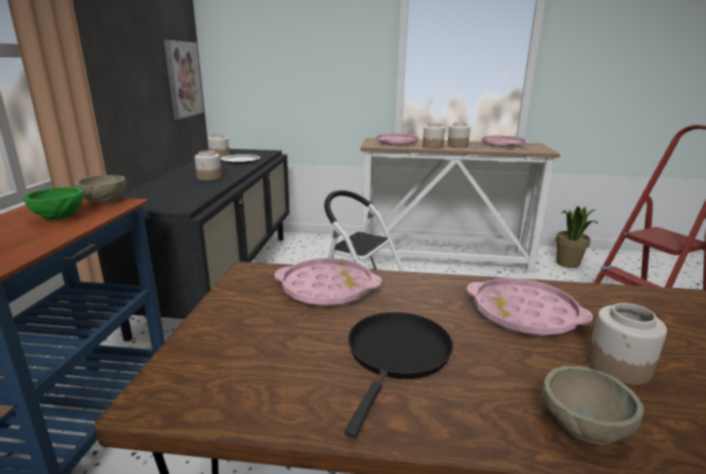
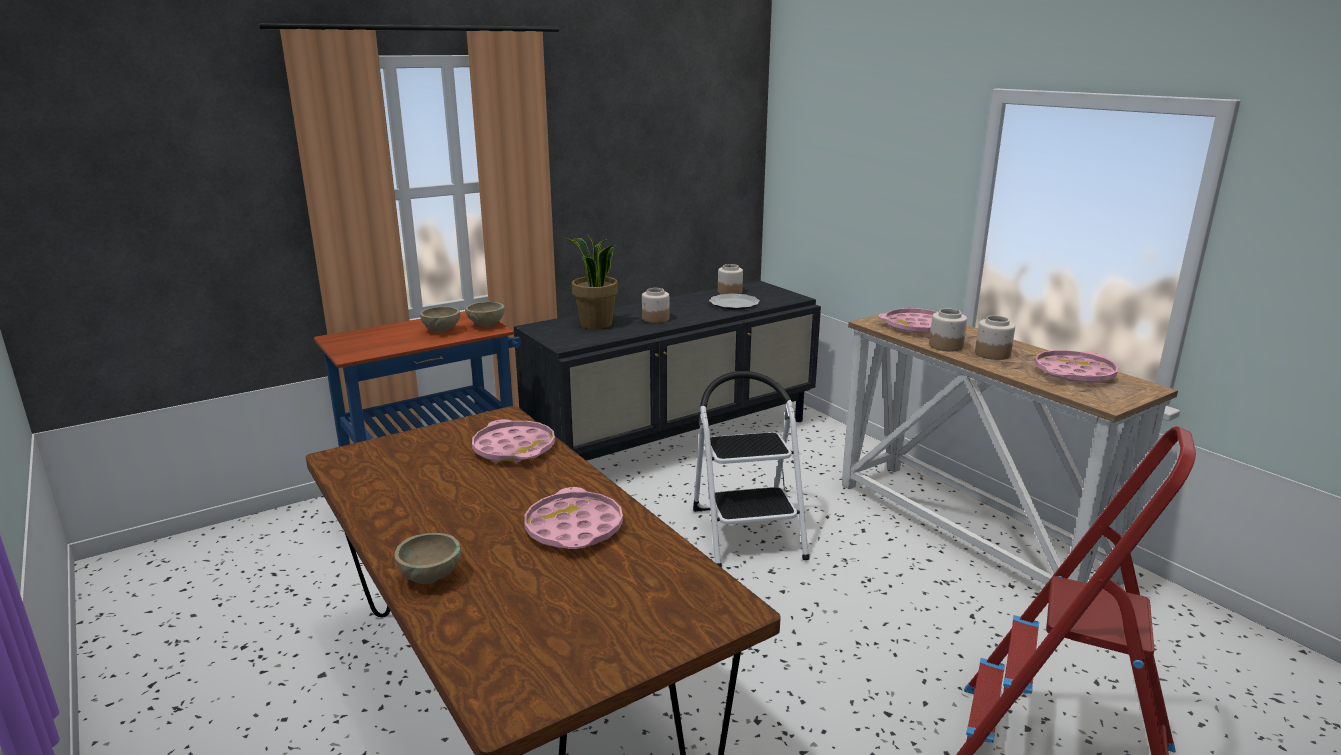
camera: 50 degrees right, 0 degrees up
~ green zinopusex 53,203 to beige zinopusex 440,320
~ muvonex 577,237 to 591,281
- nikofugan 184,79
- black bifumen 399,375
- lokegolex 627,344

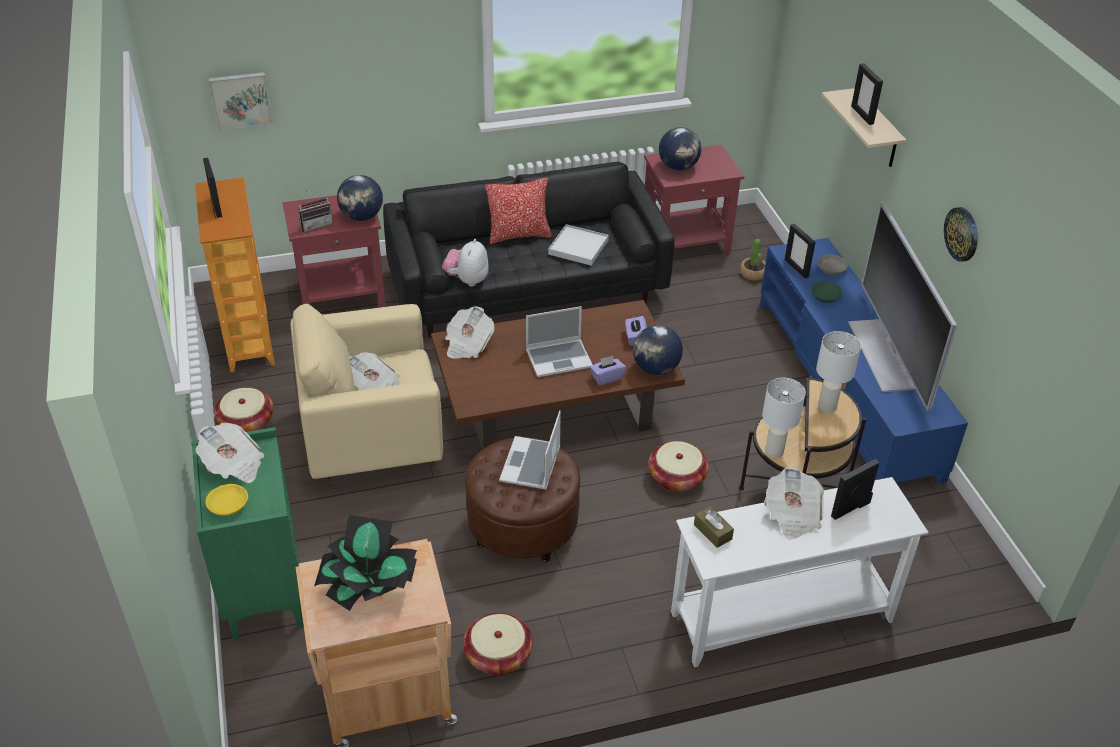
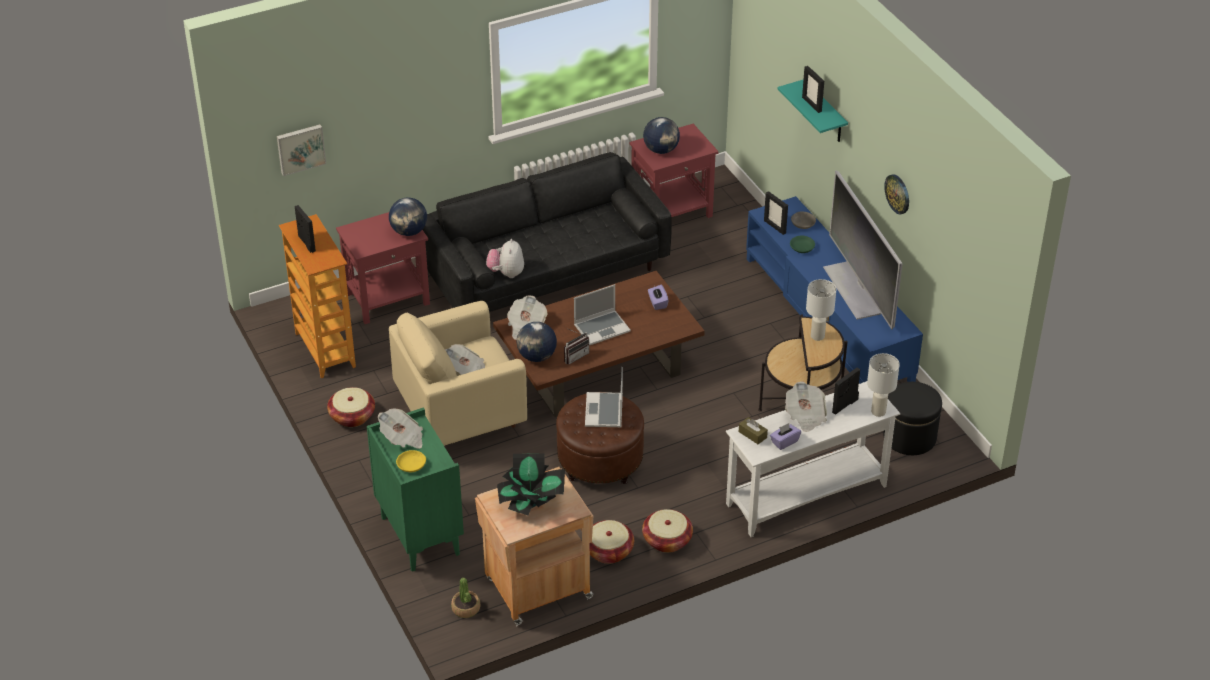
camera: 10 degrees left, 0 degrees up
~ muvonex 753,260 to 466,598
~ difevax 658,350 to 536,342
~ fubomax 315,211 to 576,346
~ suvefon 678,466 to 667,531
~ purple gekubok 608,370 to 785,436
~ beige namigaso 864,127 to turquoise namigaso 812,110
~ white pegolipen 784,418 to 883,385
+ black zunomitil 912,418
- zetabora 518,211
- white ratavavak 578,245

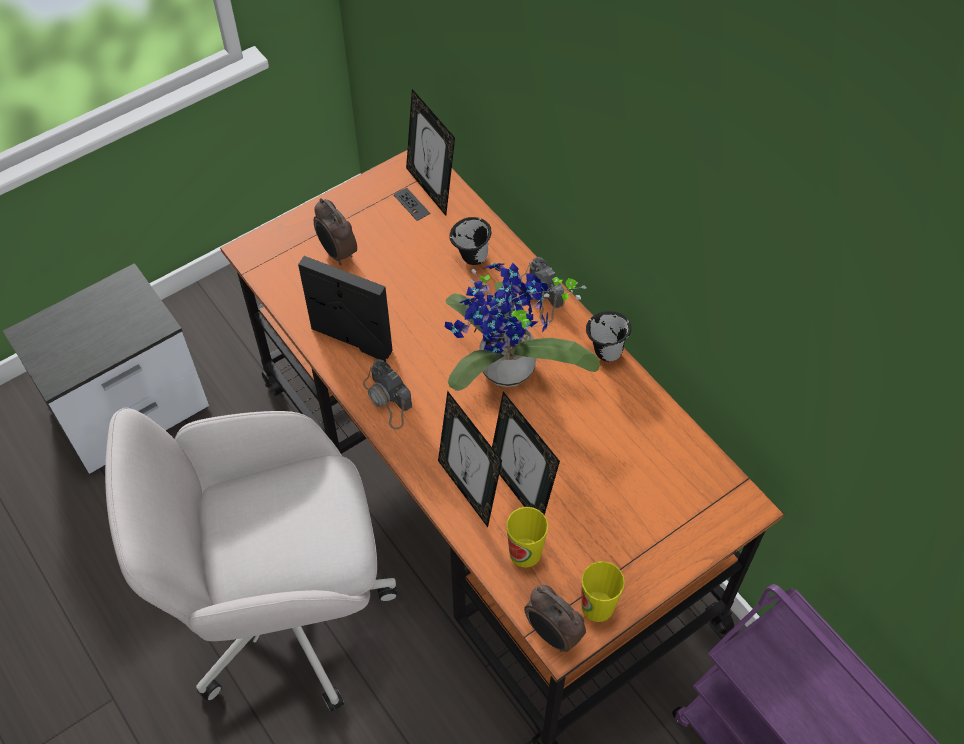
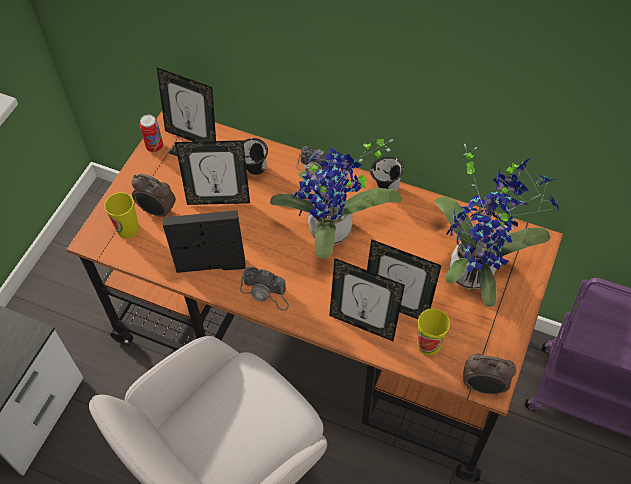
camera: 30 degrees left, 0 degrees up
~ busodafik 603,591 to 121,215
+ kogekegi 151,133
+ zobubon 212,172
+ muvonex 496,225

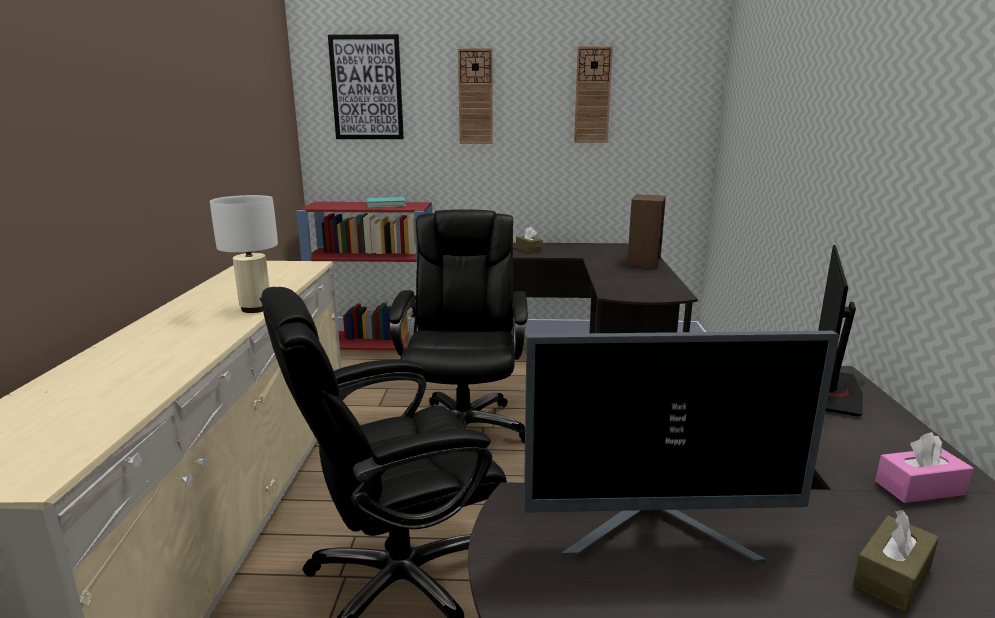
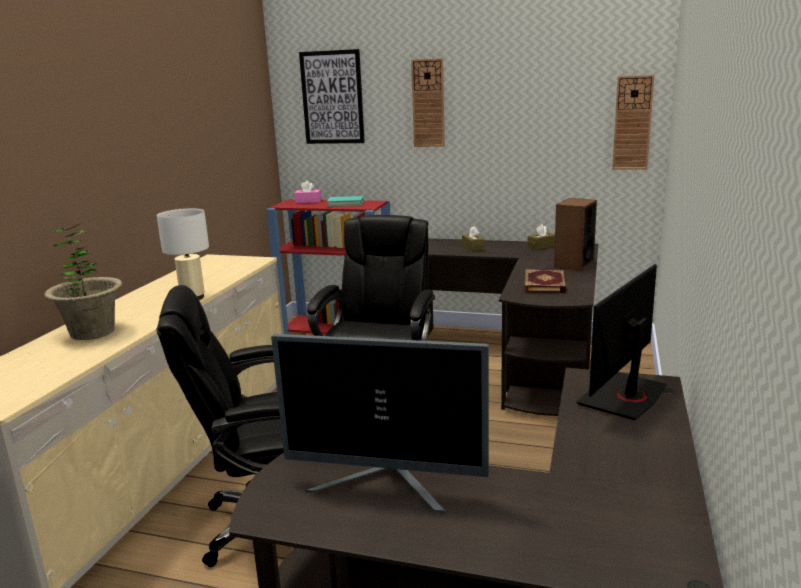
camera: 15 degrees right, 0 degrees up
+ muvonex 83,281
~ pink gekubok 924,467 to 307,192
+ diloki 546,281
~ brown gekubok 895,561 to 541,237
~ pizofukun 593,94 to 633,122

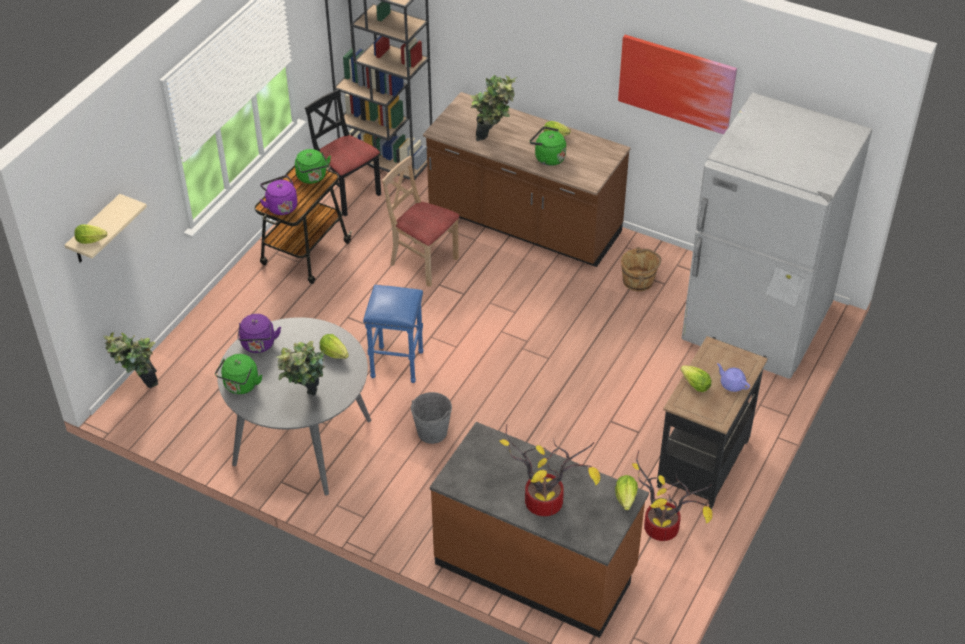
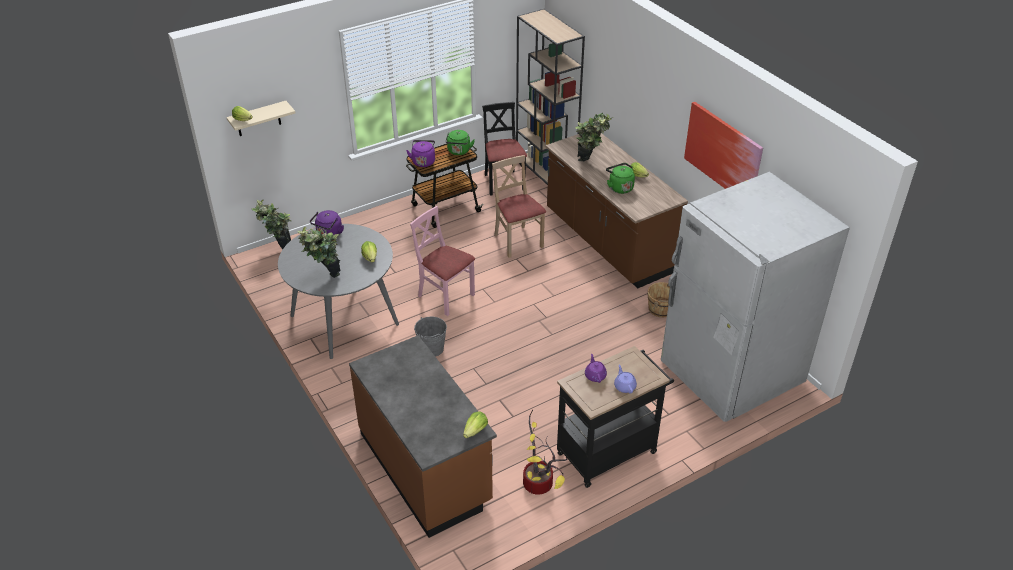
camera: 30 degrees right, 5 degrees down
~ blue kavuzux 393,334 to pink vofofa 442,261
~ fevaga 695,378 to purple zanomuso 596,368
- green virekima 238,374
- muvonex 549,470

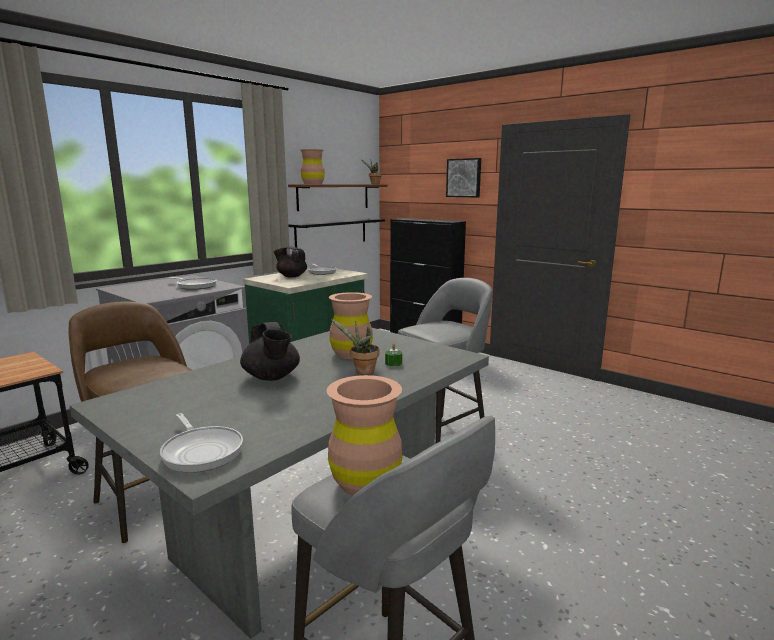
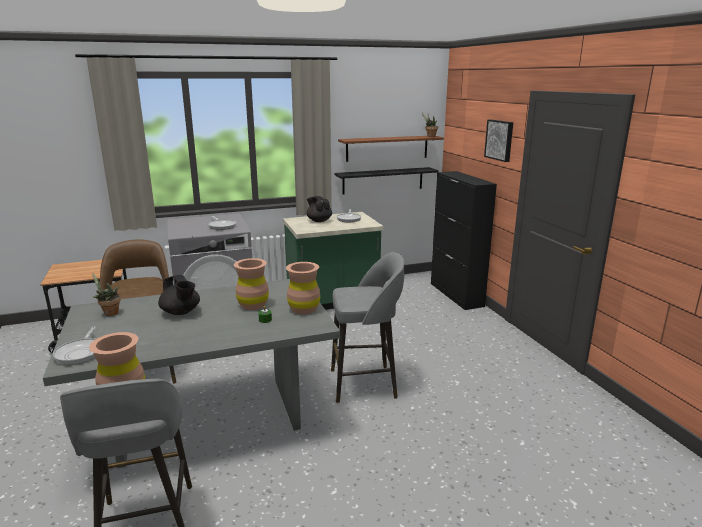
camera: 30 degrees right, 5 degrees up
~ muvonex 355,347 to 107,294
~ black zanomuso 270,351 = 179,295 45 degrees counterclockwise
~ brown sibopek 312,166 to 303,288

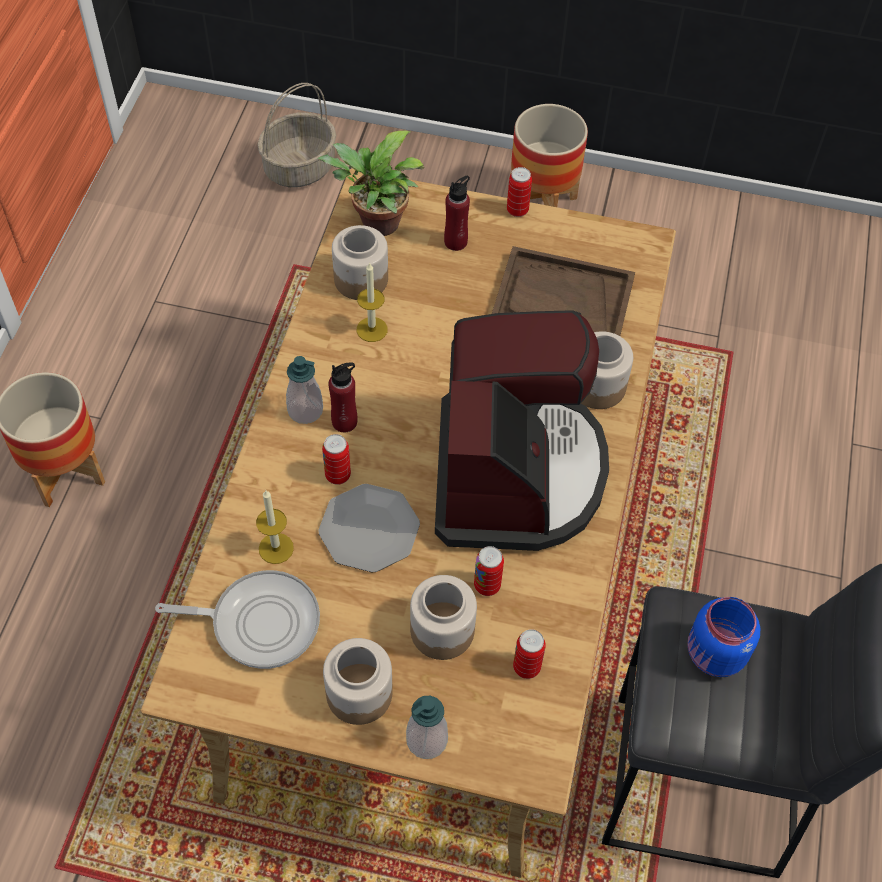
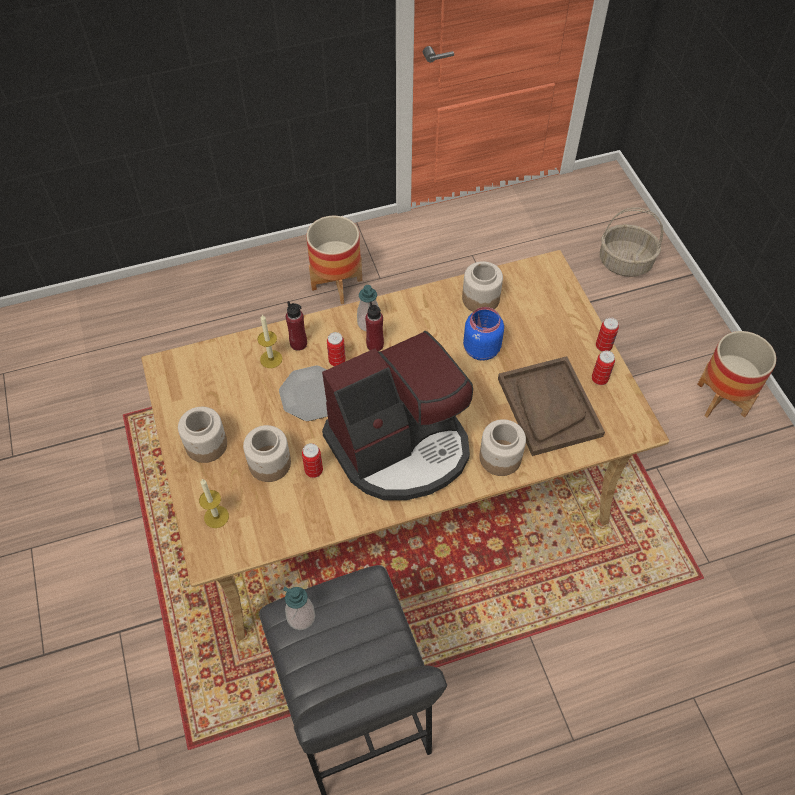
camera: 60 degrees right, 0 degrees up
~ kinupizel 372,302 to 214,503
~ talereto 427,727 to 299,608
~ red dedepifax 457,213 to 296,326
~ blue lokegolex 723,637 to 483,334
~ kogekegi 529,654 to 603,367
- bifumen 237,619
- muvonex 371,183

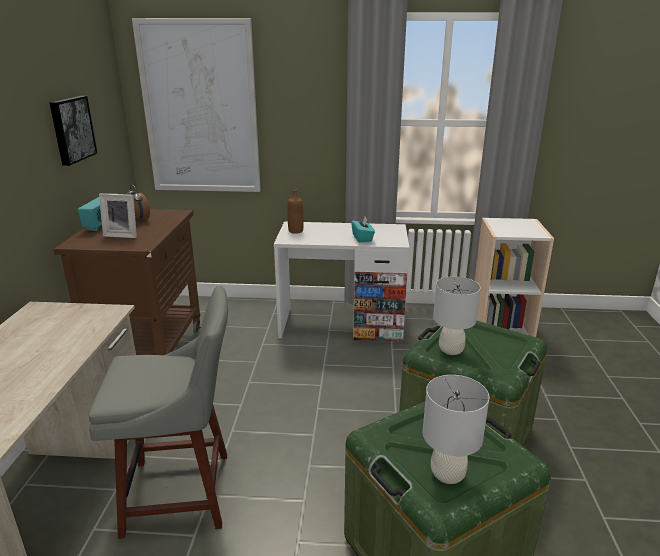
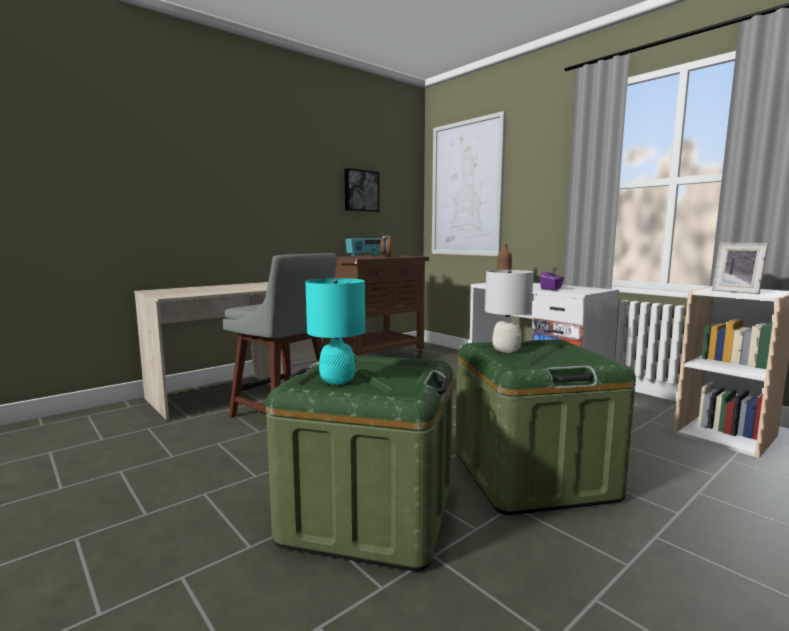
camera: 45 degrees right, 15 degrees down
~ grey pegolipen 456,429 to turquoise pegolipen 335,331
~ turquoise gekubok 363,229 to purple gekubok 552,278
~ zobubon 118,215 to 740,268

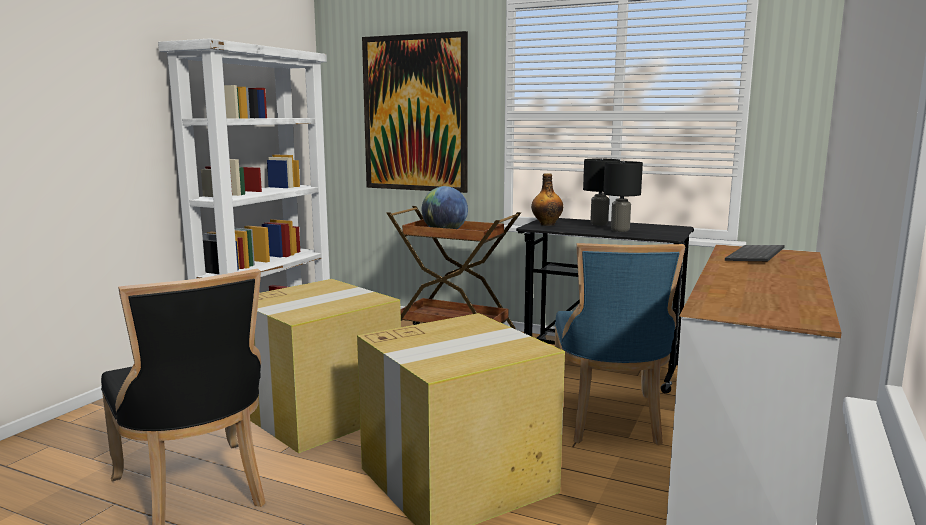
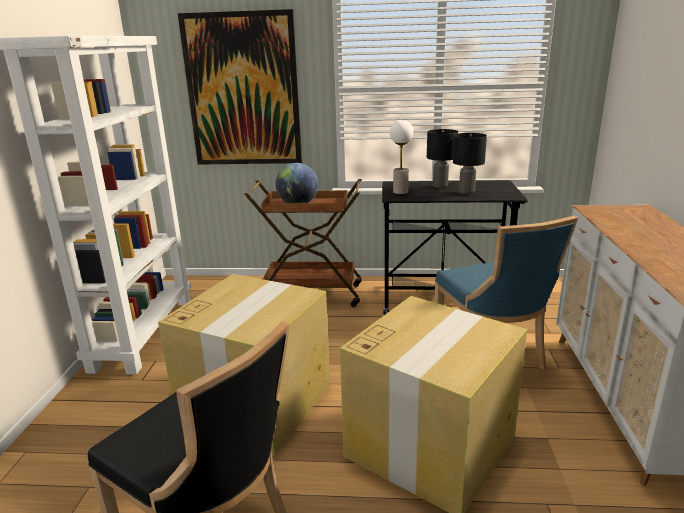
camera: 20 degrees left, 10 degrees up
~ dedepifax 547,199 to pegolipen 401,157
- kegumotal 754,253

